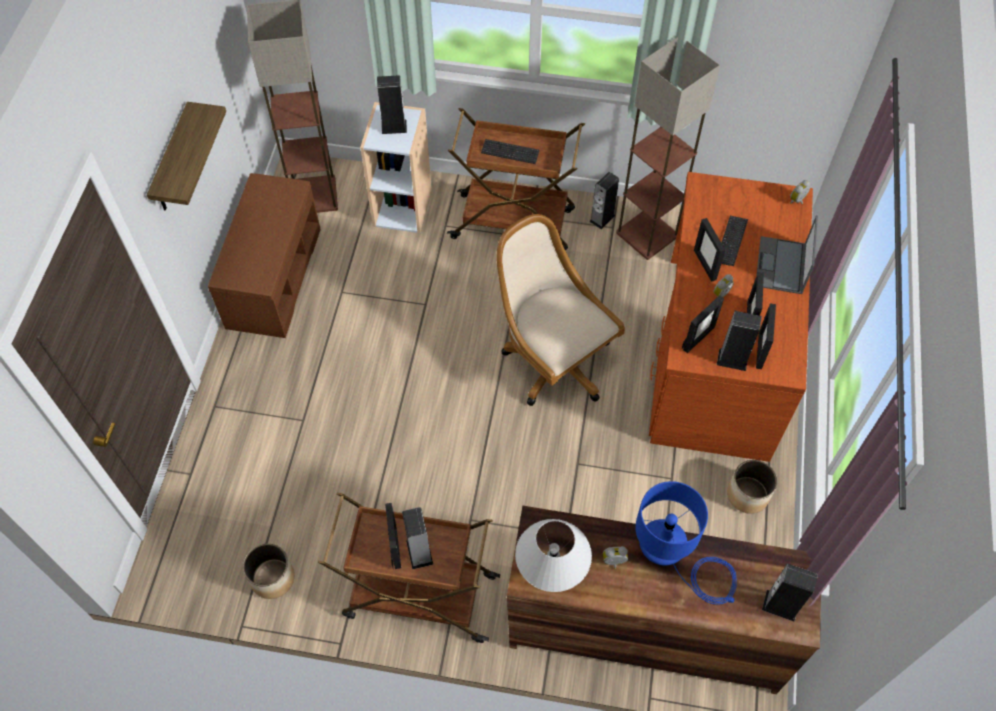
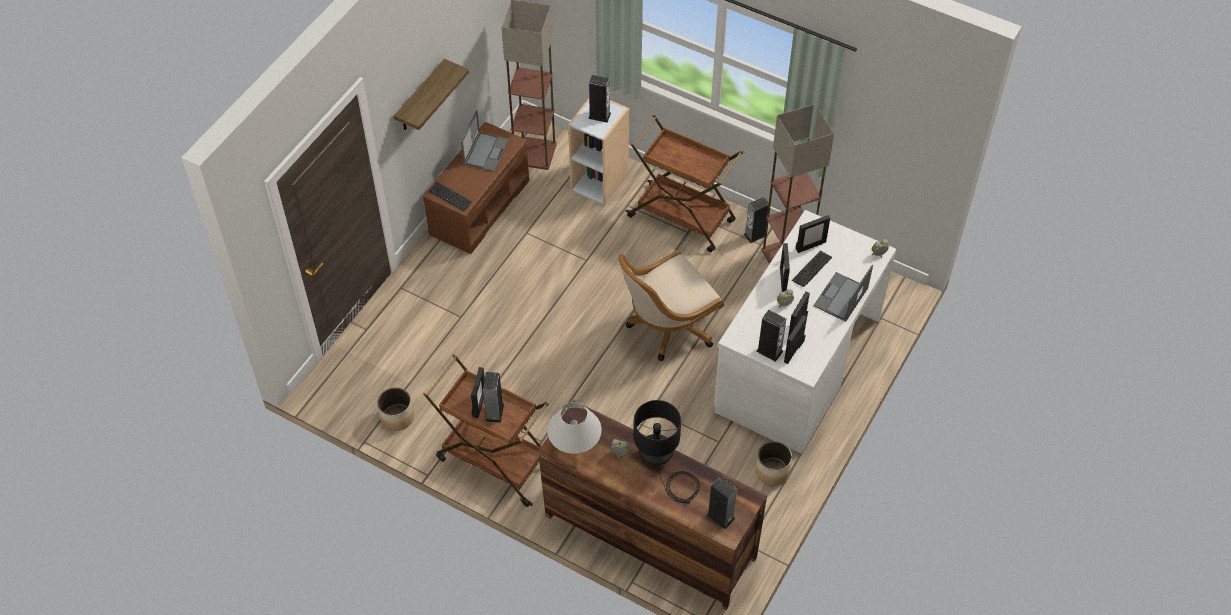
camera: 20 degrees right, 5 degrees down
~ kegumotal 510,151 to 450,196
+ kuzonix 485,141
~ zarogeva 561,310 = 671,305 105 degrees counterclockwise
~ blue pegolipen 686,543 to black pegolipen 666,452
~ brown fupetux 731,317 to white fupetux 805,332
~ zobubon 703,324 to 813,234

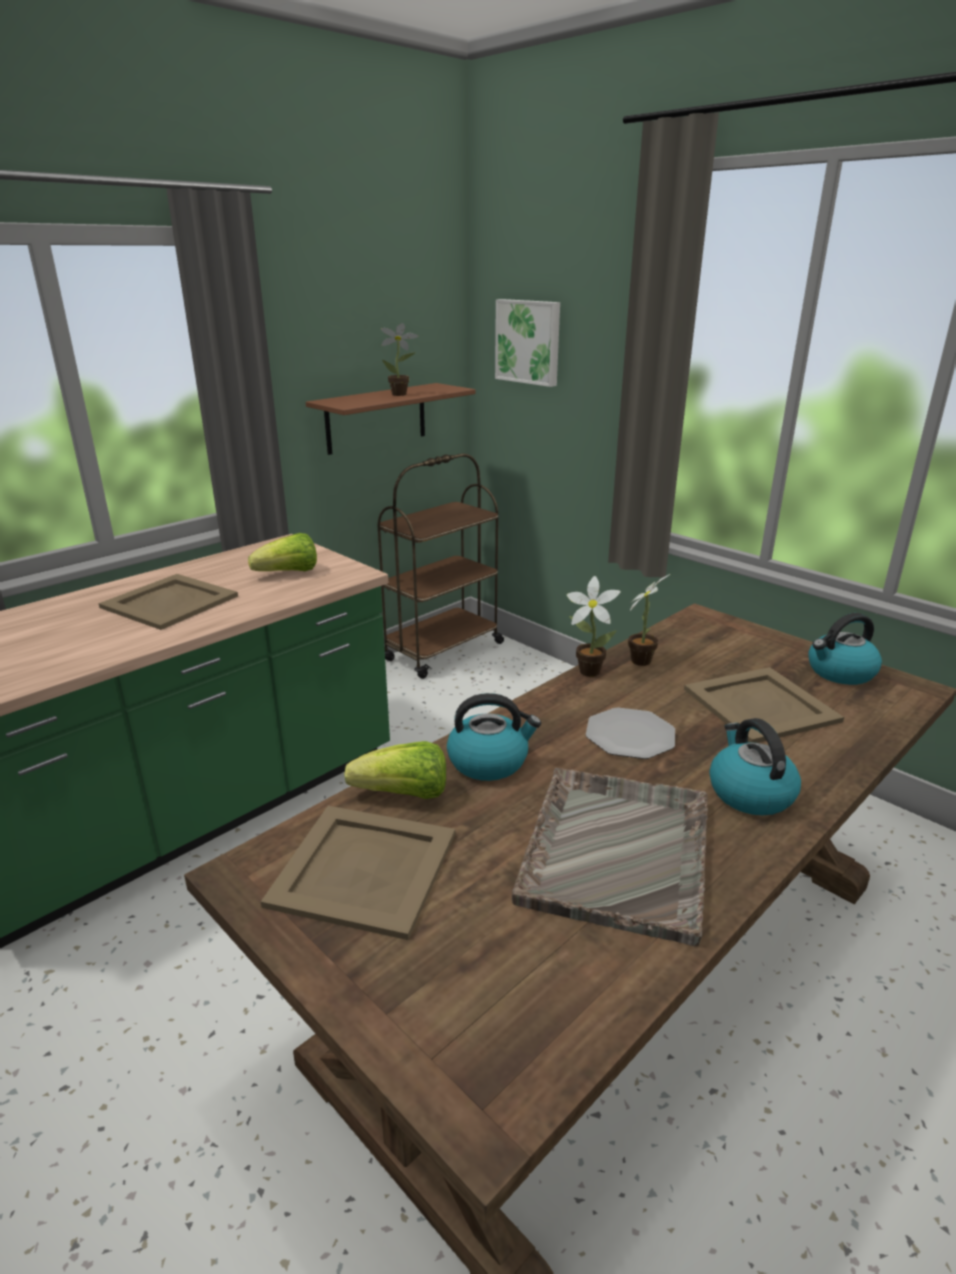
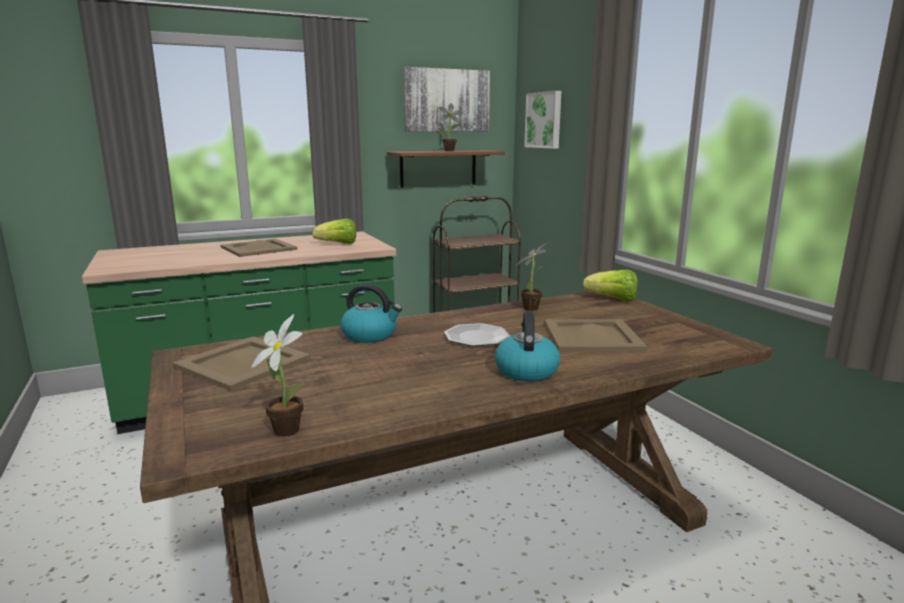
camera: 20 degrees right, 10 degrees down
~ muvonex 594,626 to 277,375
+ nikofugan 446,99
~ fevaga 395,770 to 610,285
- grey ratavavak 610,857
- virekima 845,649

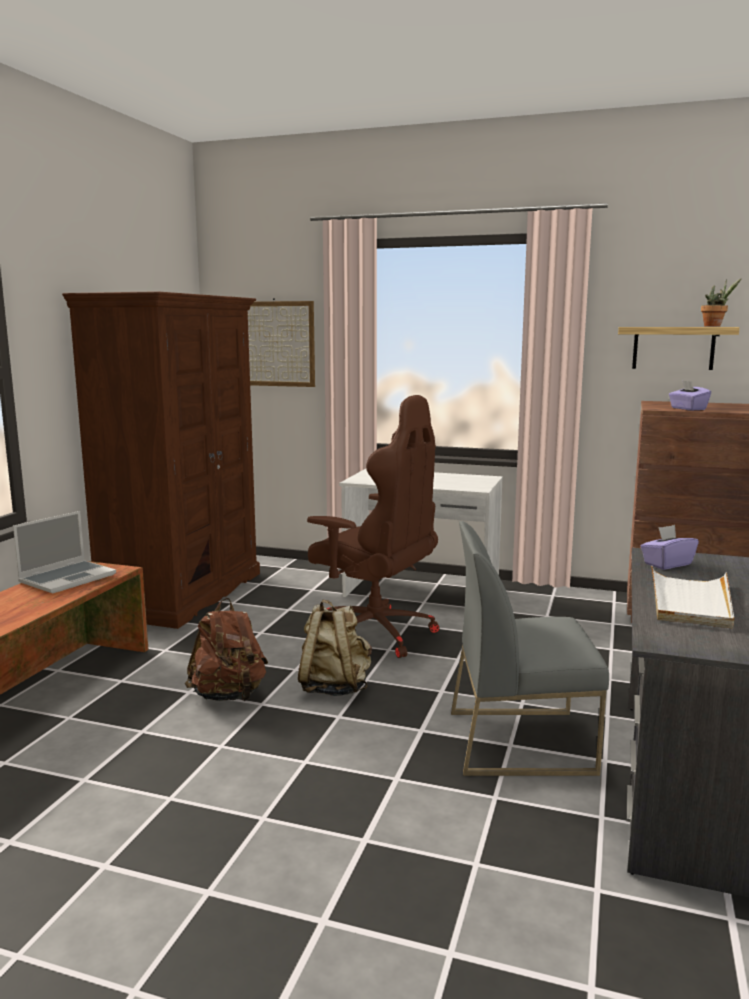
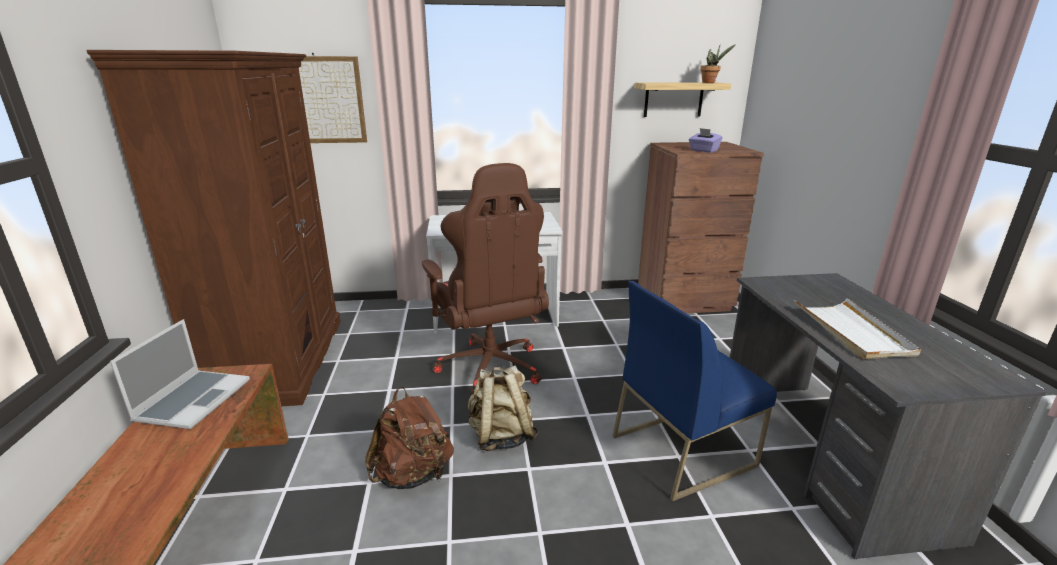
camera: 25 degrees left, 10 degrees up
~ brown zarogeva 373,526 = 485,279 60 degrees clockwise
~ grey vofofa 530,648 to blue vofofa 695,391
- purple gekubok 670,547

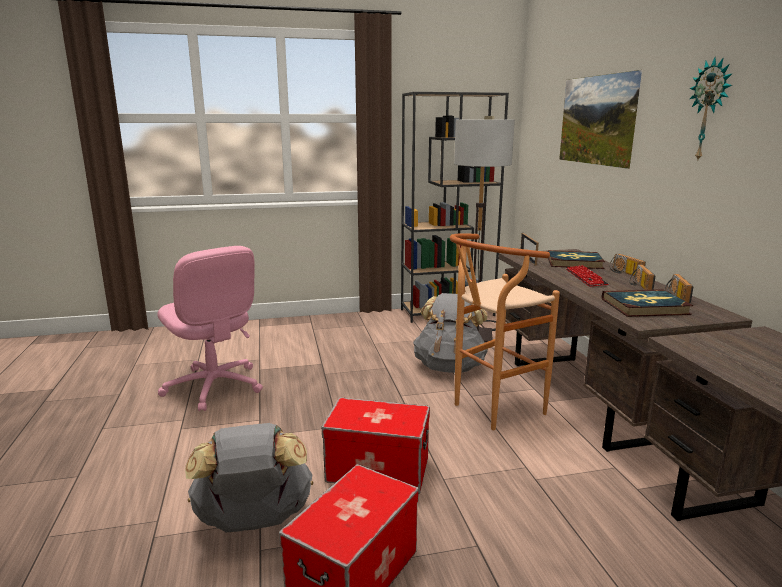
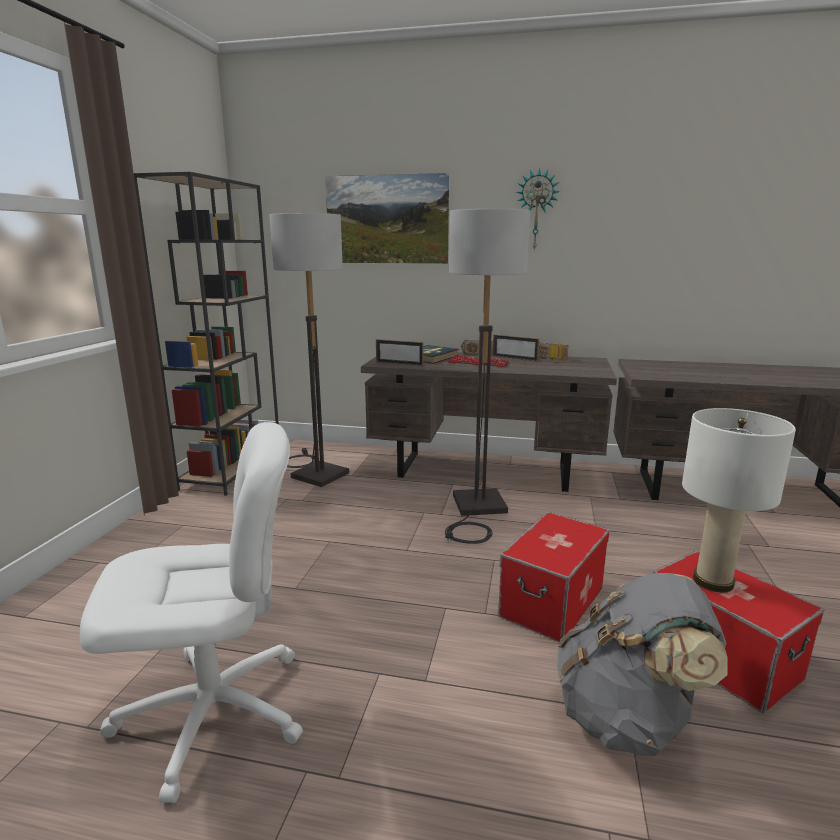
camera: 65 degrees left, 0 degrees up
~ pink zarogeva 210,328 to white zarogeva 191,612
~ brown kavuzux 505,332 to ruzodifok 487,376
~ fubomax 642,277 to zobubon 515,348
+ white pegolipen 739,500
- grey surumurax 450,333
- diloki 647,303

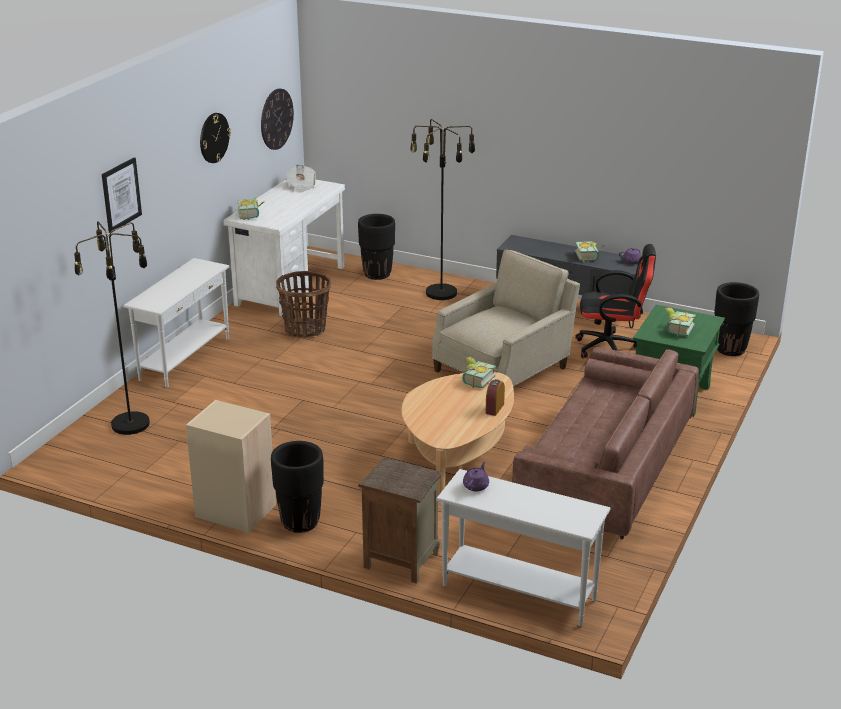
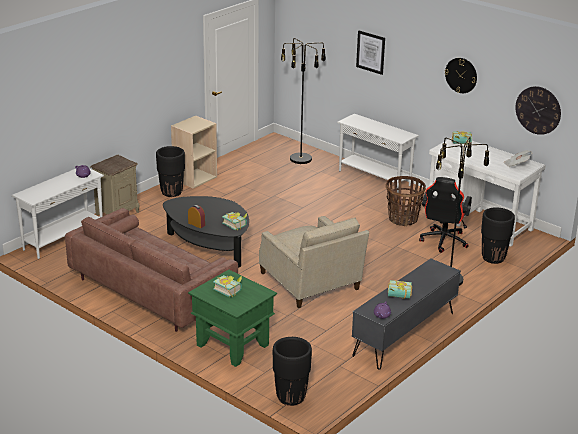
camera: 105 degrees right, 0 degrees up
~ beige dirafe 457,434 to black dirafe 206,231
~ black zarogeva 615,301 to 445,215

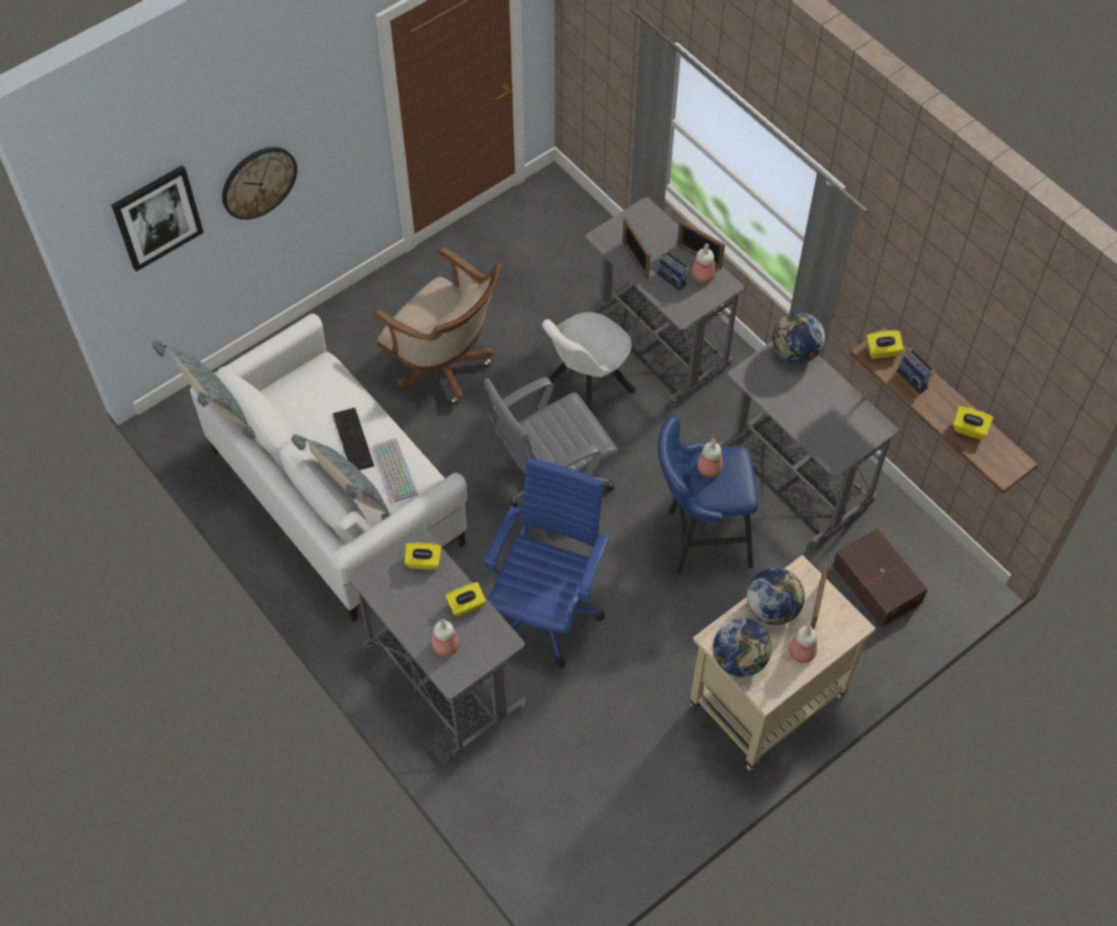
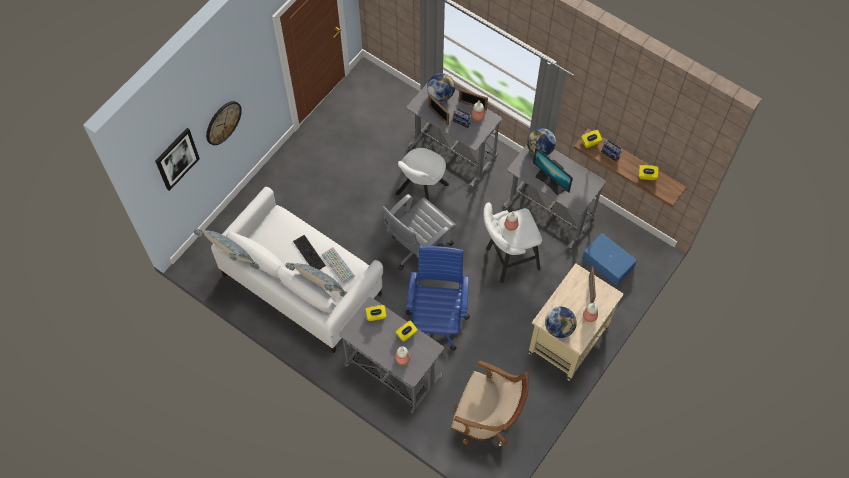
camera: 15 degrees left, 5 degrees up
~ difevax 775,596 to 441,87
~ zarogeva 438,325 to 490,403
~ blue kavuzux 708,494 to white kavuzux 512,242
+ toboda 553,171
~ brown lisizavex 880,577 to blue lisizavex 609,259

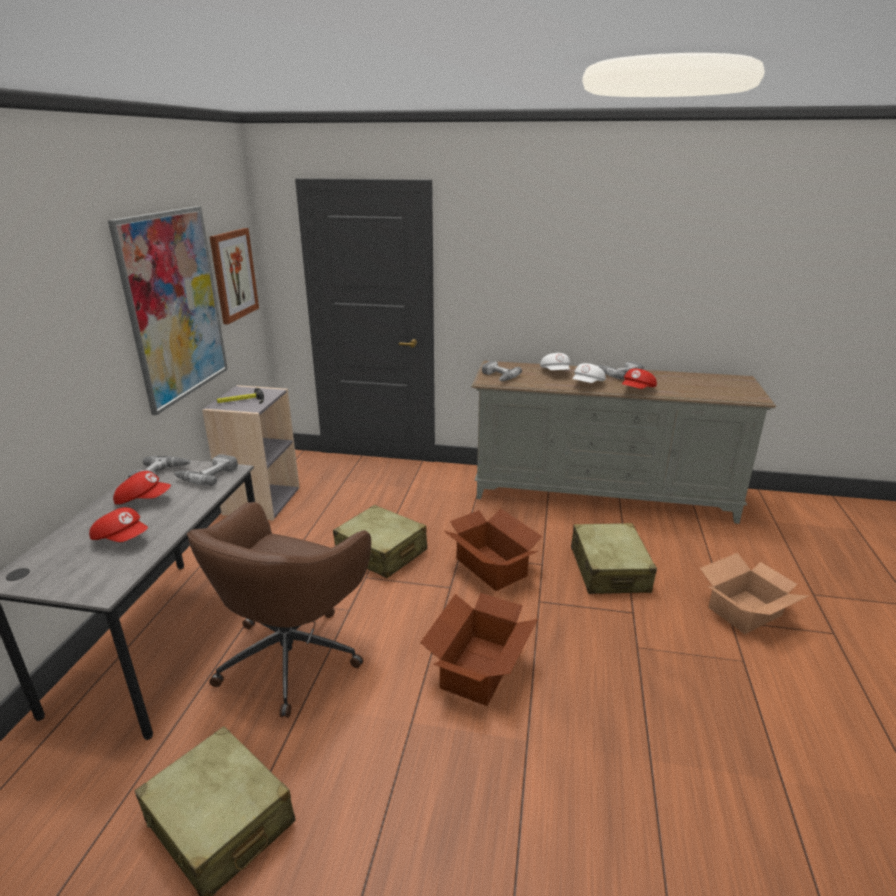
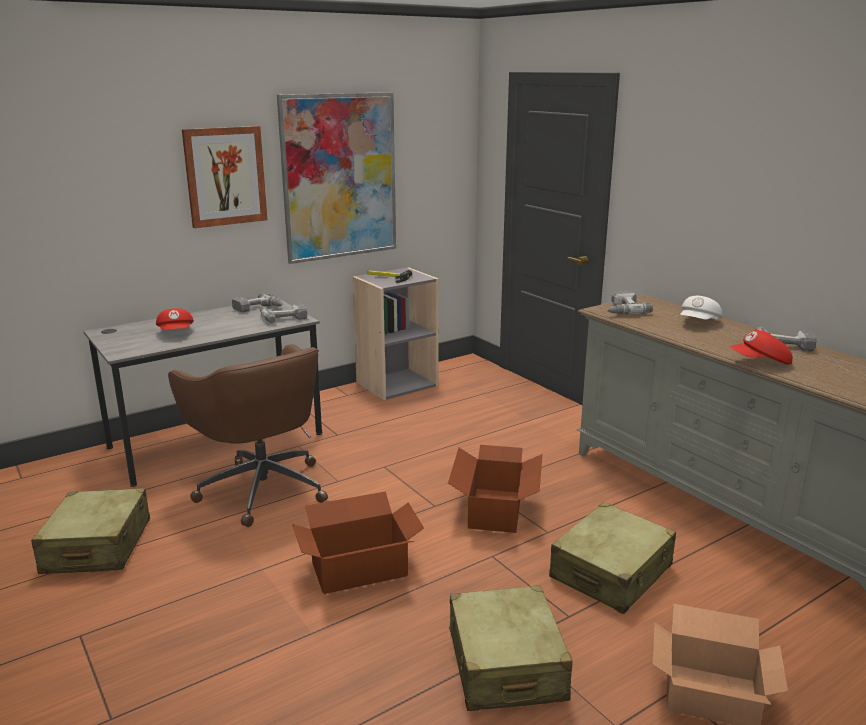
camera: 45 degrees right, 5 degrees down
~ brown zarogeva 279,610 = 248,435 105 degrees counterclockwise
~ nikofugan 234,276 to 225,177
~ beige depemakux 380,541 to 511,648
- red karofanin 142,487
- white karofanin 589,373

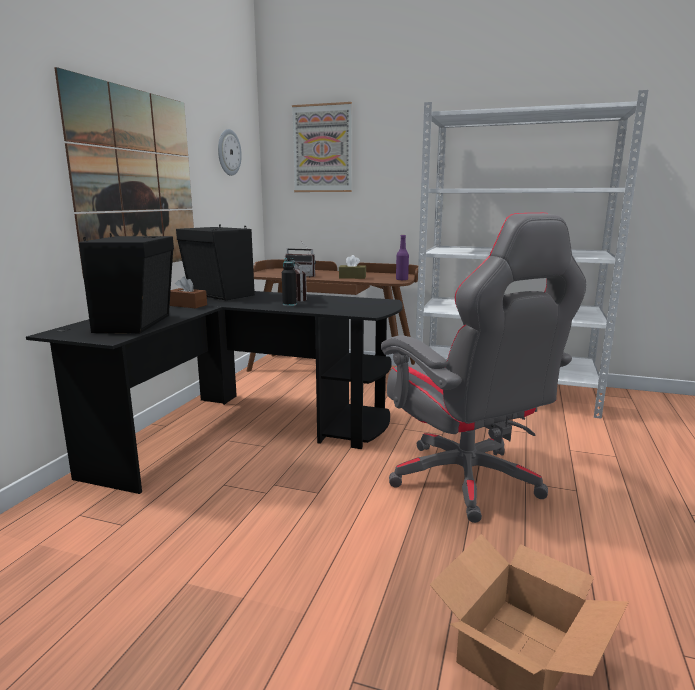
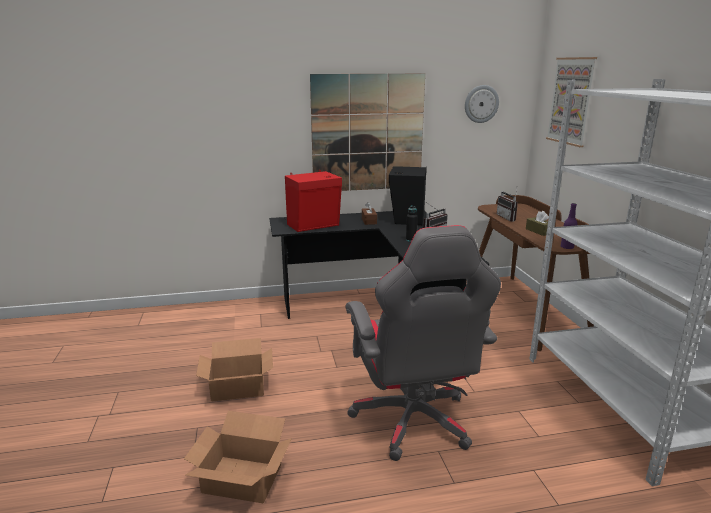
camera: 60 degrees right, 5 degrees up
+ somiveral 234,370
~ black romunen 126,283 to red romunen 313,201
~ grey zarogeva 483,368 = 423,343 45 degrees counterclockwise

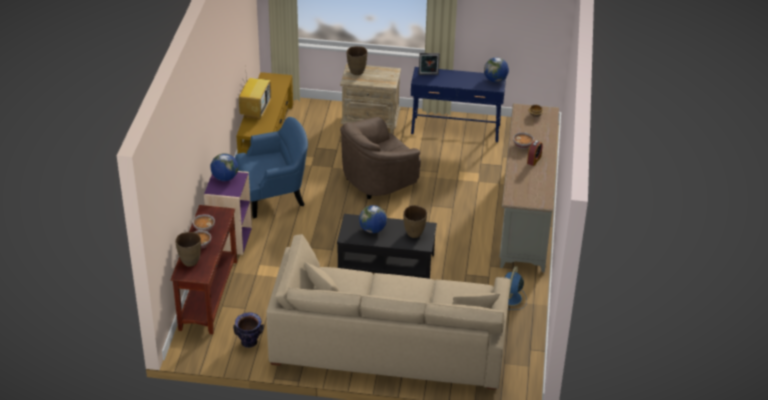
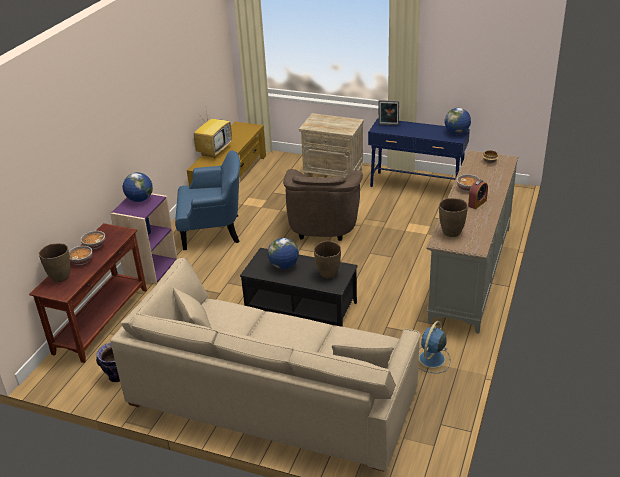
camera: 15 degrees right, 5 degrees down
~ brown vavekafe 380,158 = 323,205 60 degrees counterclockwise
~ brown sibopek 357,60 to 453,217

